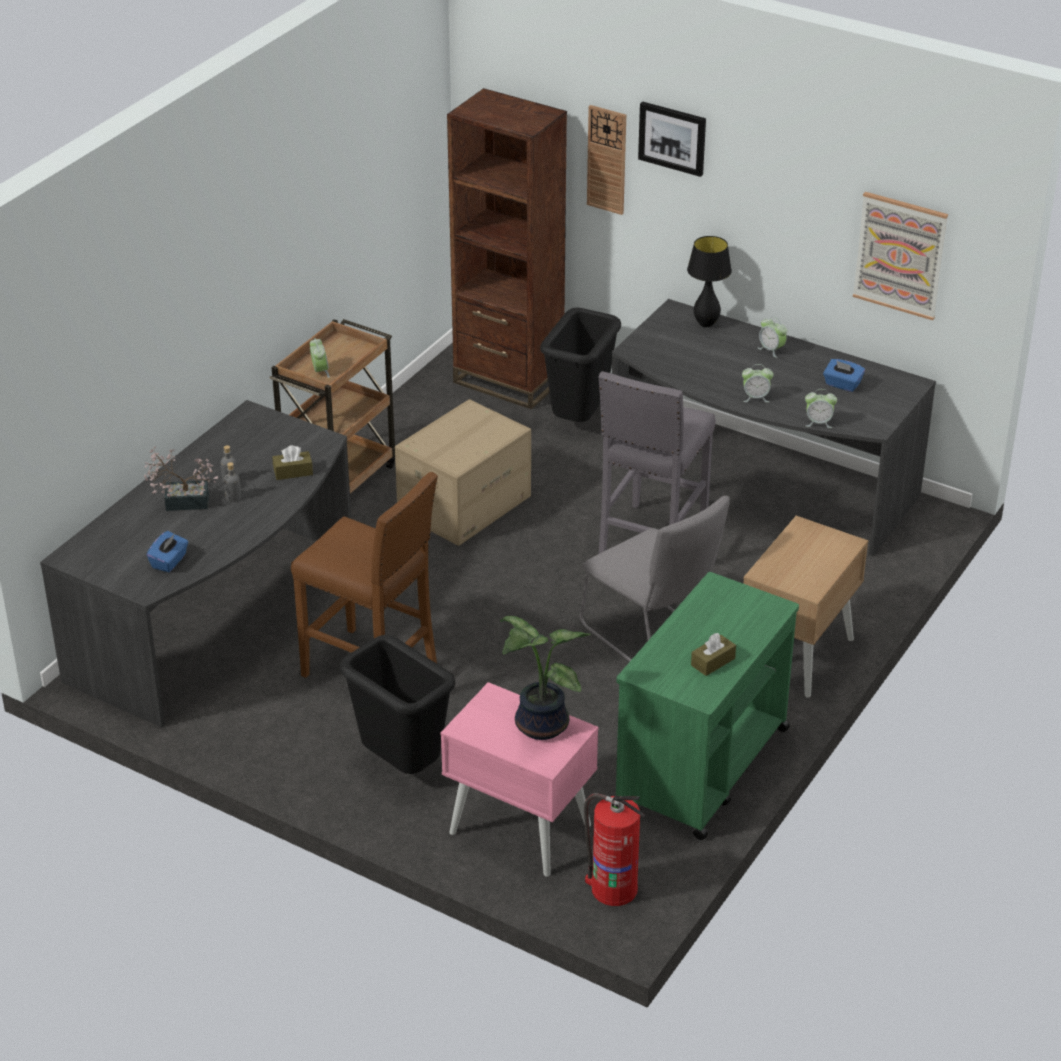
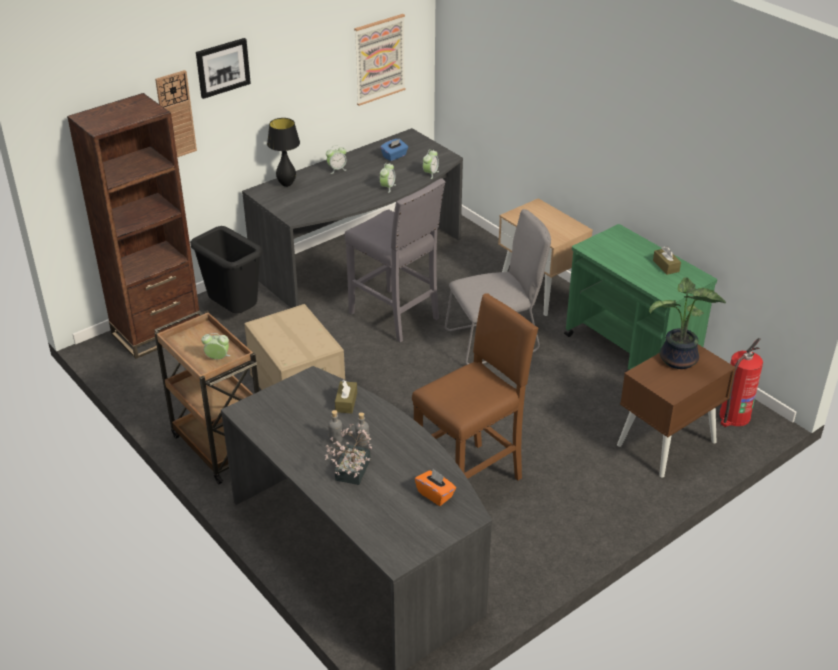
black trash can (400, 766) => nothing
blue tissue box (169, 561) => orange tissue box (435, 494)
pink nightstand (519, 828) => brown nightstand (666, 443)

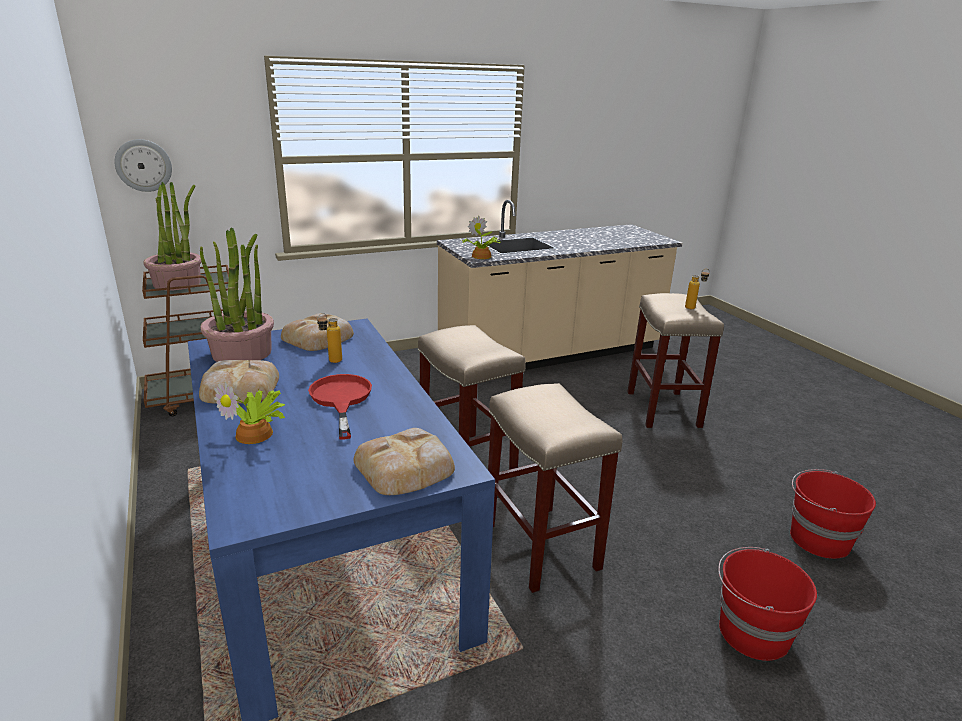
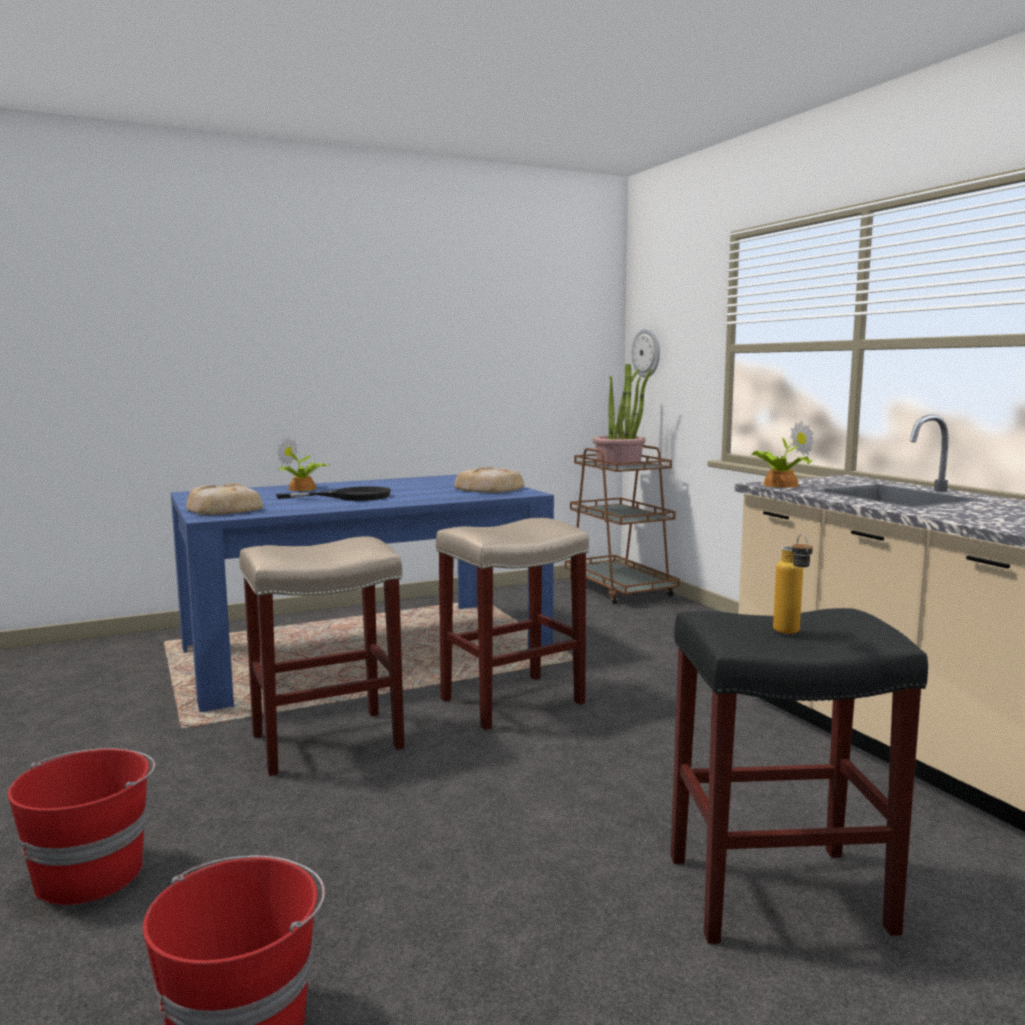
bread (239, 388) => nothing
potted plant (242, 353) => nothing
bottle (331, 362) => nothing
red frying pan (341, 399) => black frying pan (351, 497)
beige stool (664, 410) => black stool (775, 894)

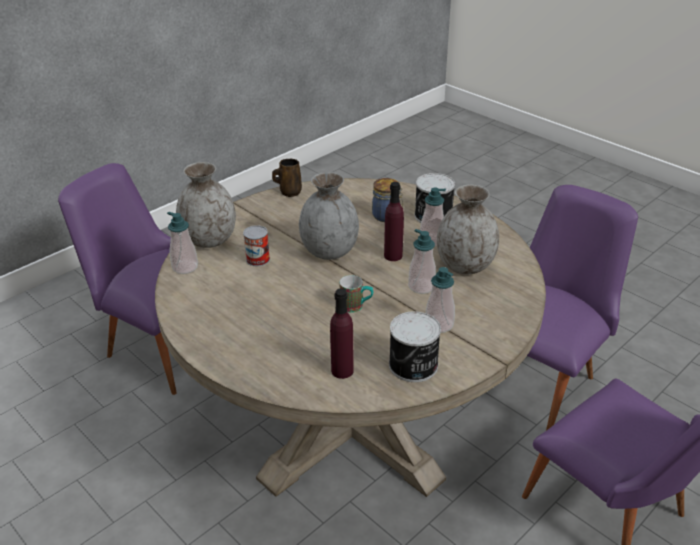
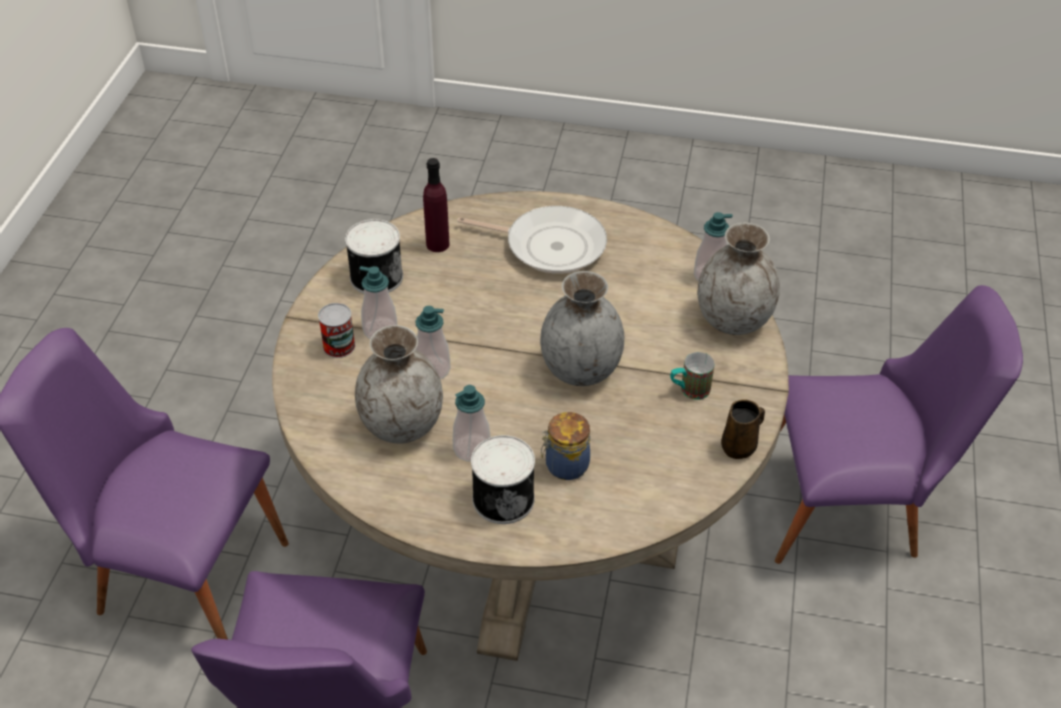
purple bottle (393, 255) => nothing
nothing => frying pan (550, 245)
can (258, 259) => can (339, 346), shifted
mug (356, 306) => mug (689, 390), shifted

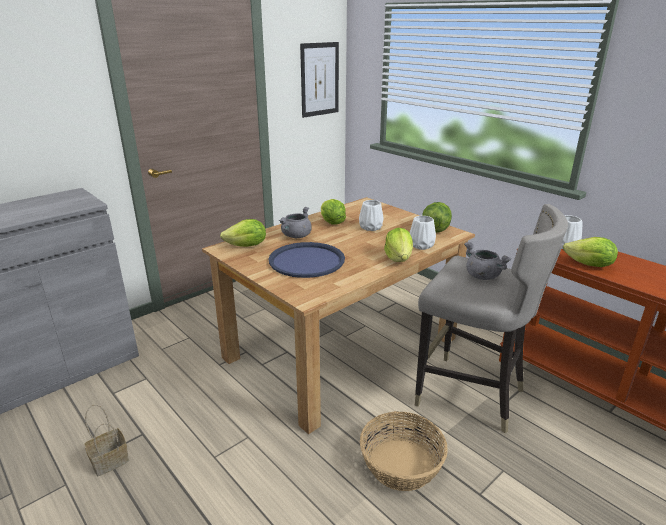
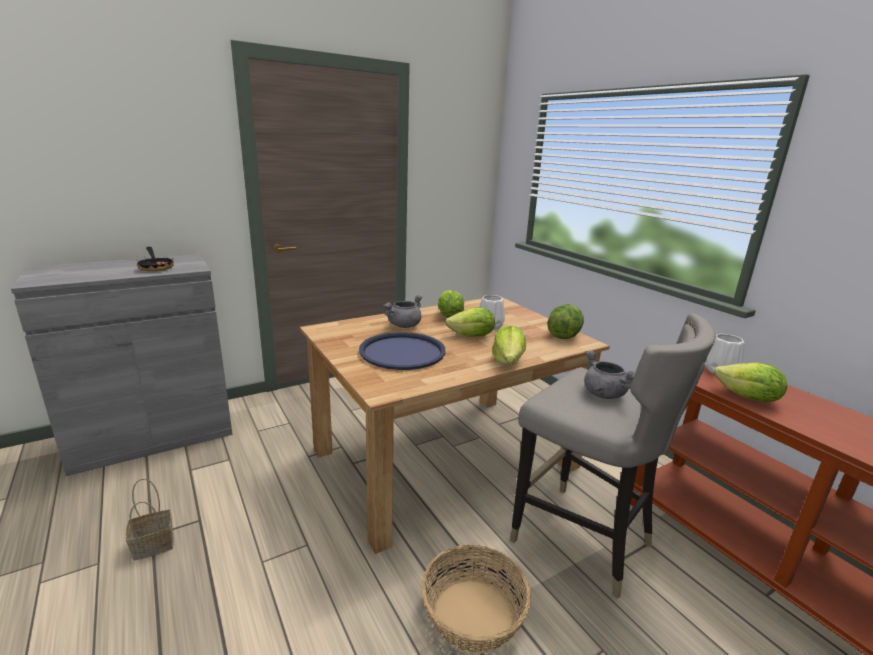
picture (319, 79) => nothing
white vase (422, 245) => nothing
nothing => frying pan (156, 267)
lettuce (247, 246) => lettuce (472, 336), shifted

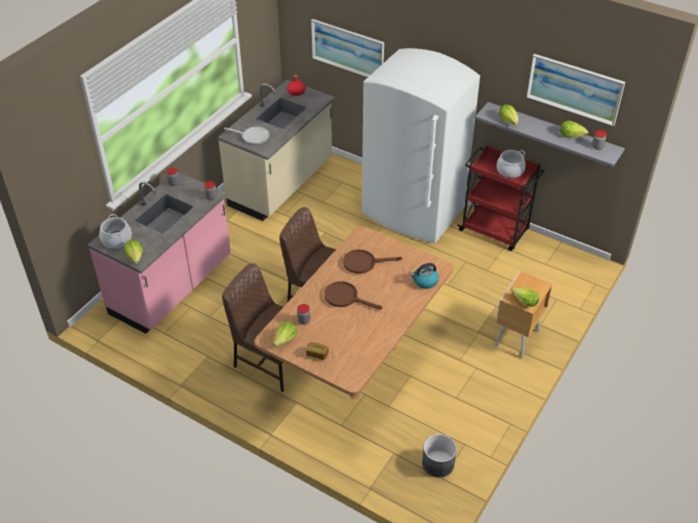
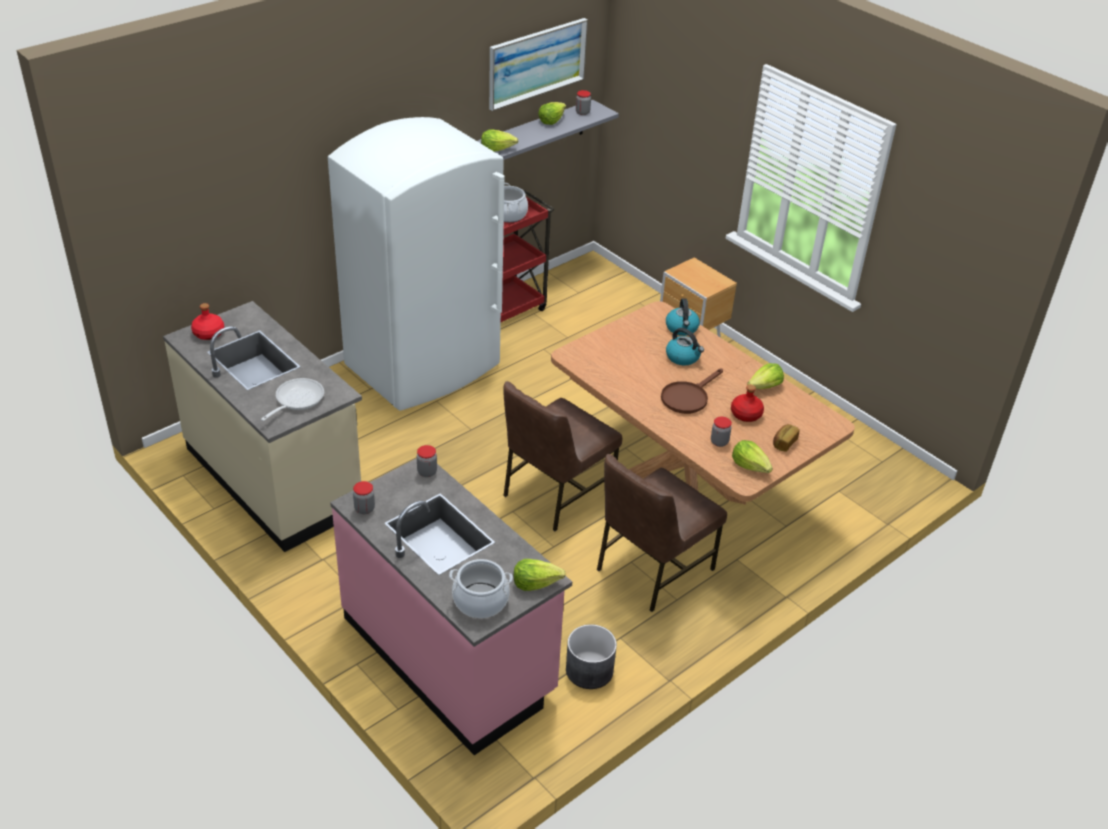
picture (347, 49) => nothing
brown frying pan (364, 263) => nothing
nothing => kettle (683, 357)
nothing => red bottle (745, 414)
grey planter (437, 463) => grey planter (589, 670), shifted
lettuce (524, 302) => lettuce (765, 387), shifted

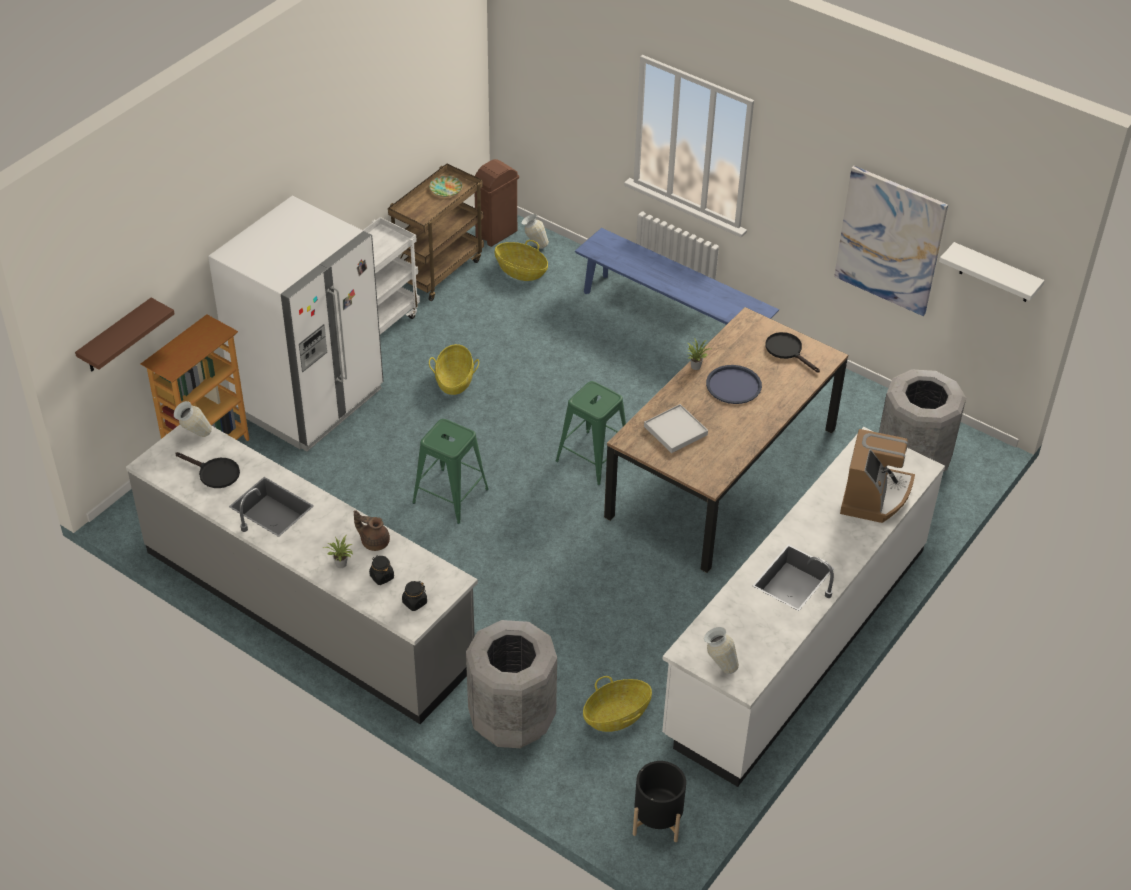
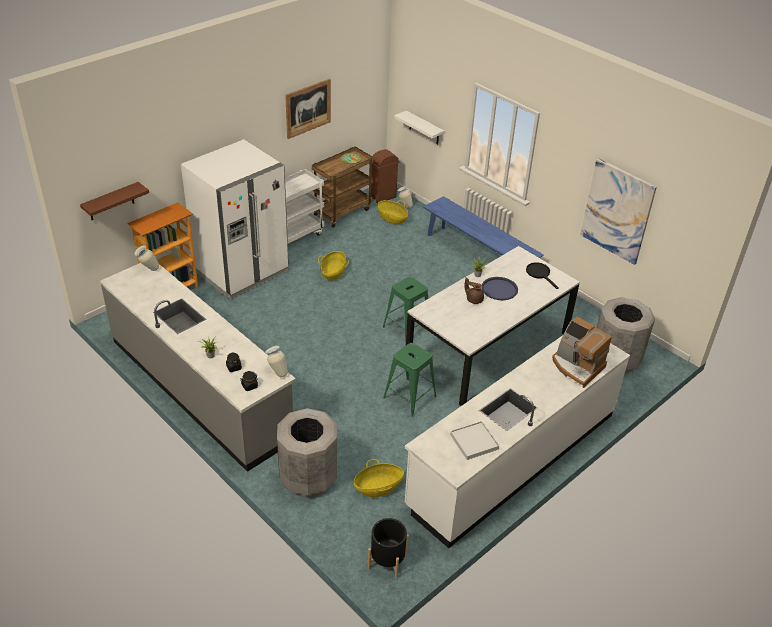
black frying pan (214, 473) => nothing
nothing => picture (308, 108)
brown teapot (374, 541) => brown teapot (474, 299), shifted
green stool (451, 496) => green stool (410, 397), shifted
white tray (675, 431) => white tray (474, 442), shifted
vase (719, 665) => vase (277, 372), shifted
white shelf (995, 273) => white shelf (424, 128), shifted
brown dining table (722, 471) => white dining table (488, 347)
coffee machine (874, 495) => coffee machine (577, 366), 105 degrees clockwise

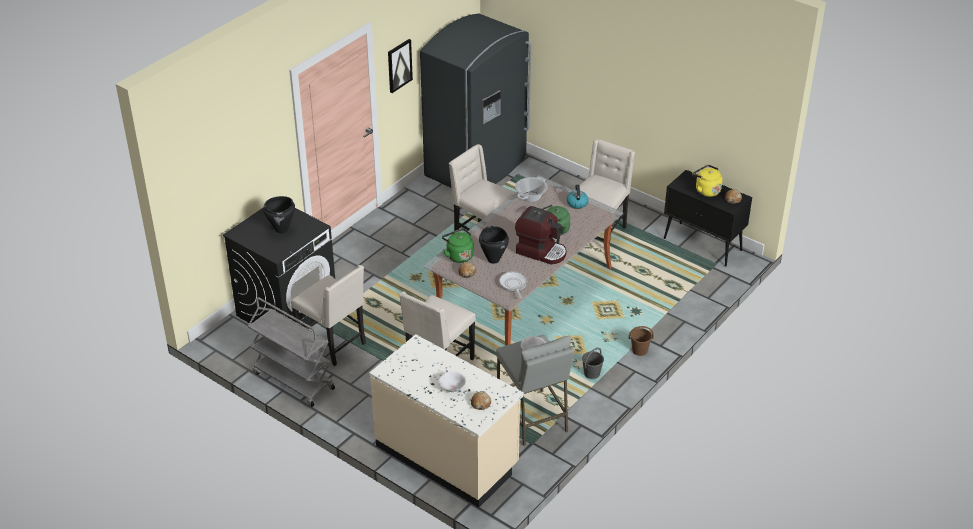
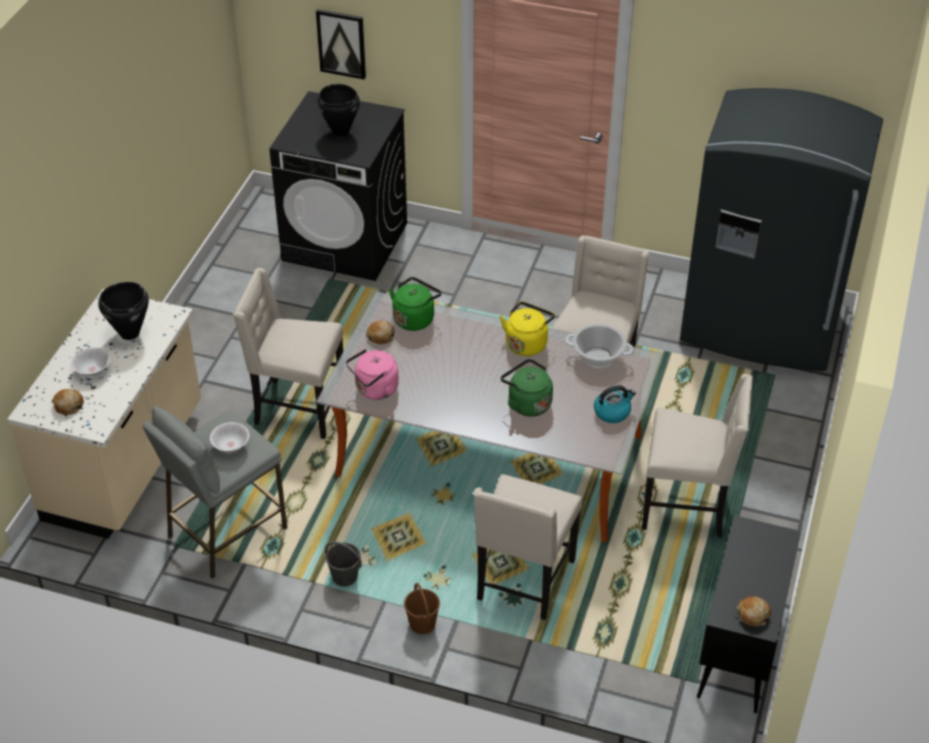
grey cart (293, 381) => nothing
coffee machine (541, 251) => nothing
beige chair (333, 344) => beige chair (523, 581), shifted
picture (399, 65) => picture (341, 43), shifted
black cooking pot (493, 260) => black cooking pot (129, 333), shifted
yellow kettle (706, 190) => yellow kettle (527, 343), shifted
frying pan (513, 284) => pink kettle (374, 390)

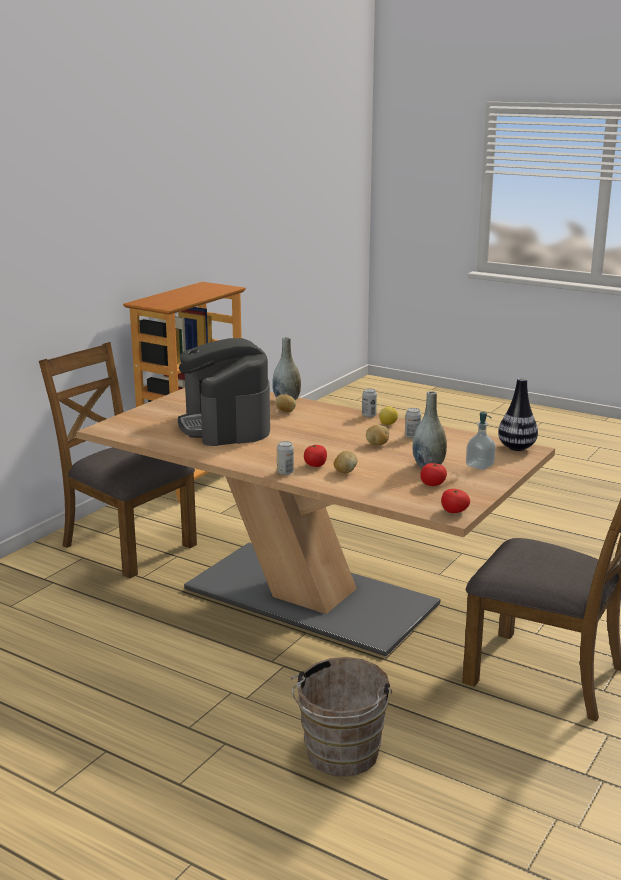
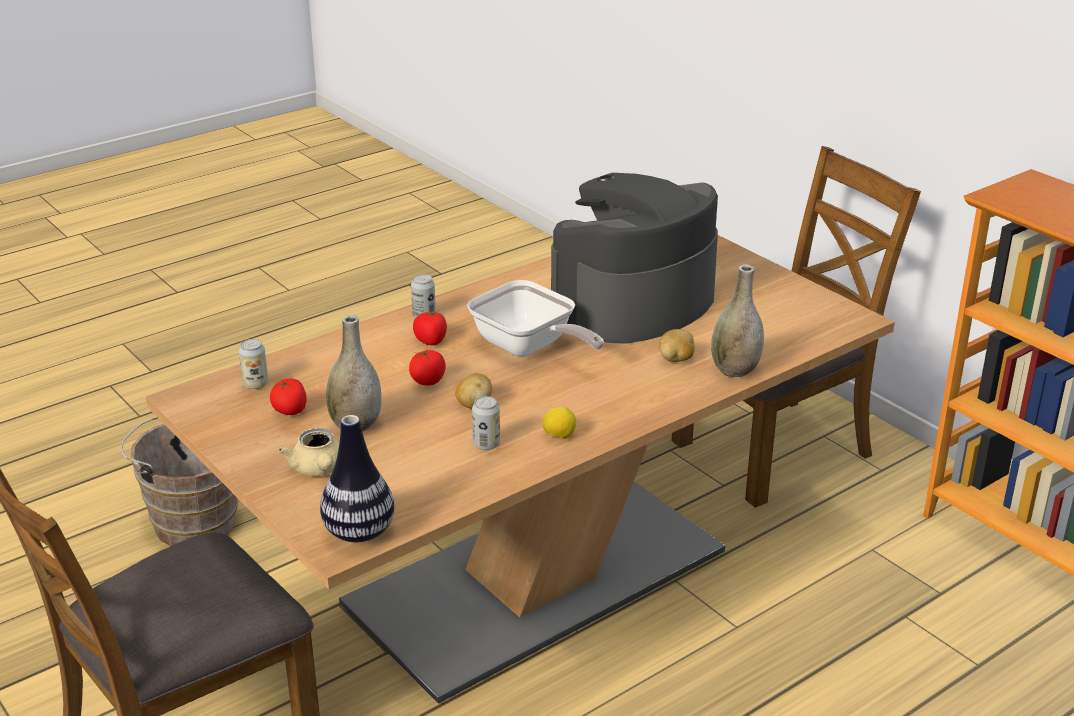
potato (345, 472) => nothing
nothing => frying pan (529, 348)
can (369, 415) => can (255, 384), shifted
tomato (454, 511) => tomato (428, 381), shifted
soap dispenser (479, 465) => beige teapot (318, 470)
coffee machine (225, 426) => coffee machine (633, 304), 45 degrees counterclockwise

